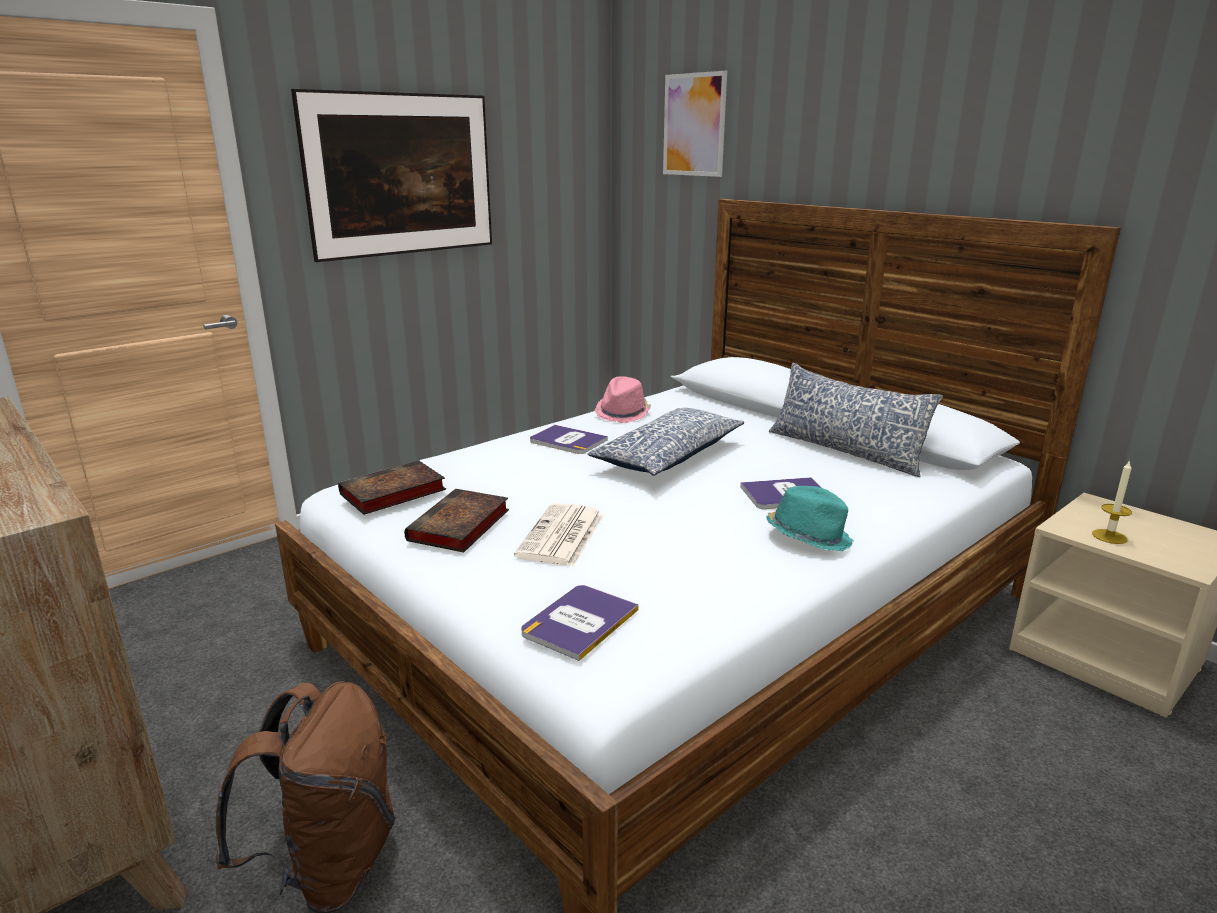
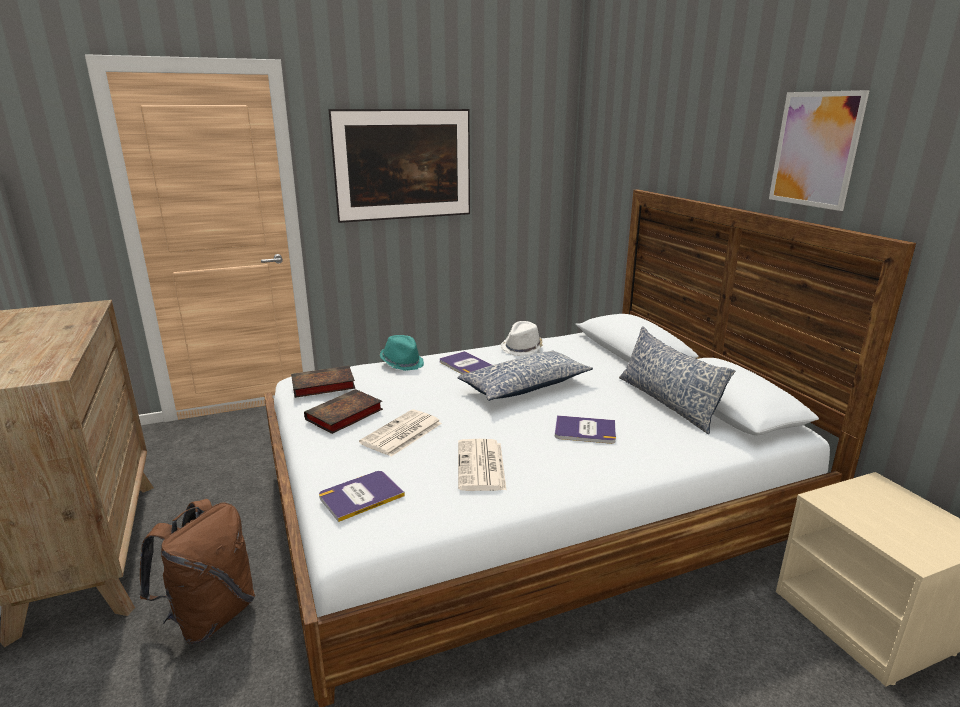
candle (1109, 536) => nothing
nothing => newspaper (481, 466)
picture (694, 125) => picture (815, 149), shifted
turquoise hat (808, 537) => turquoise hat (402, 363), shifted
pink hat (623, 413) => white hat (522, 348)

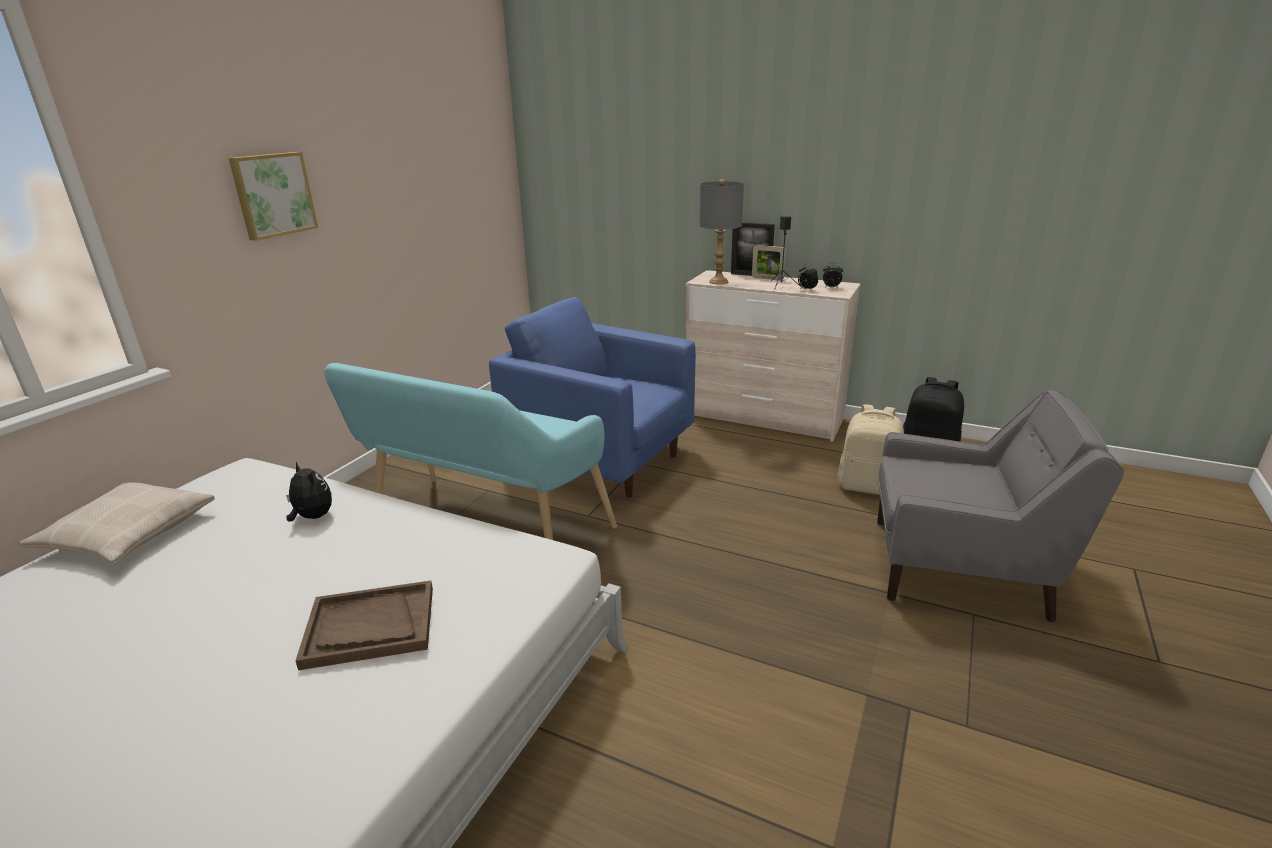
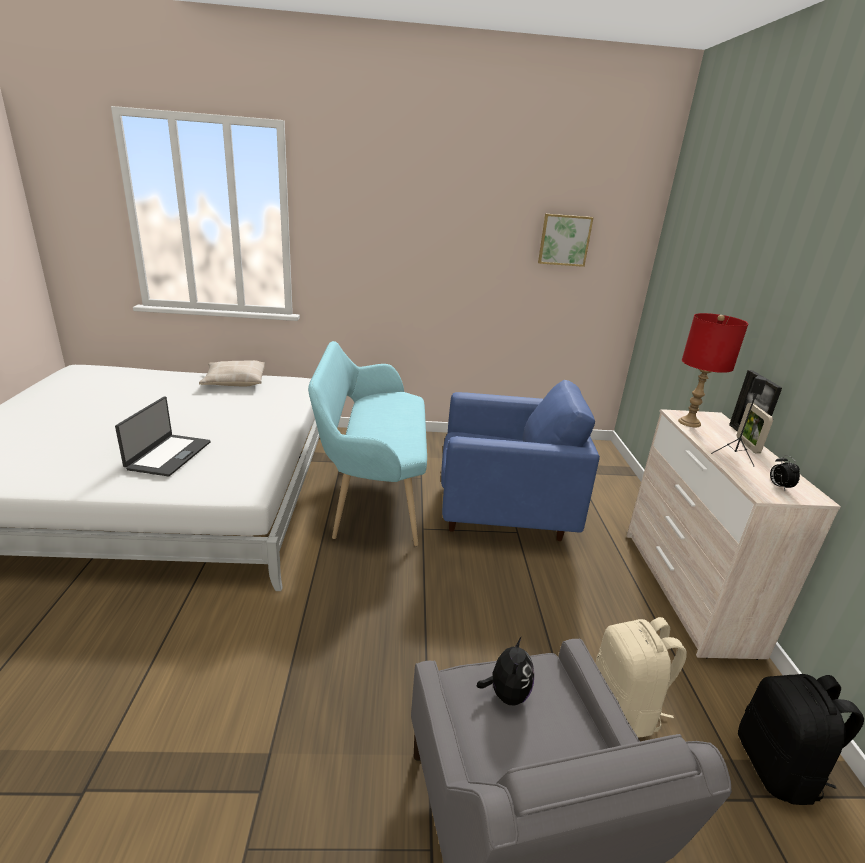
alarm clock (806, 290) => nothing
picture (273, 195) => picture (564, 240), shifted
plush toy (312, 517) => plush toy (506, 694), shifted
brown tray (370, 627) => laptop (168, 455)
grey table lamp (718, 282) => red table lamp (689, 422)
blue armchair (601, 460) => blue armchair (503, 513), 90 degrees clockwise

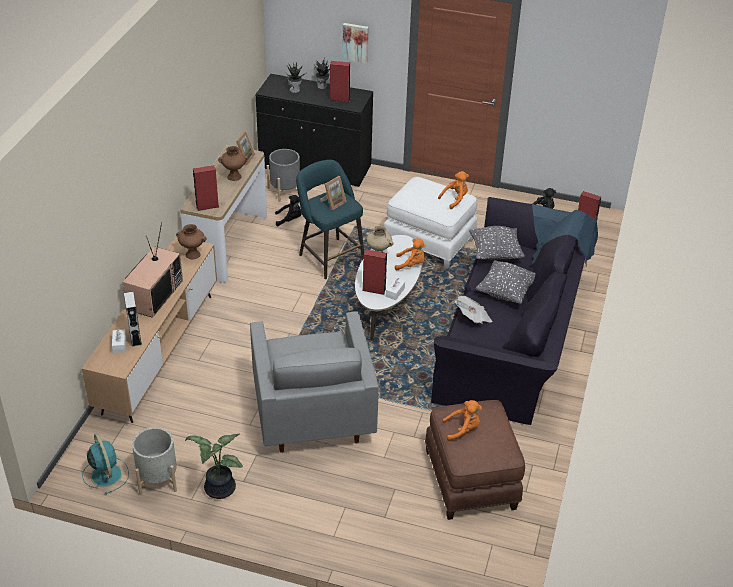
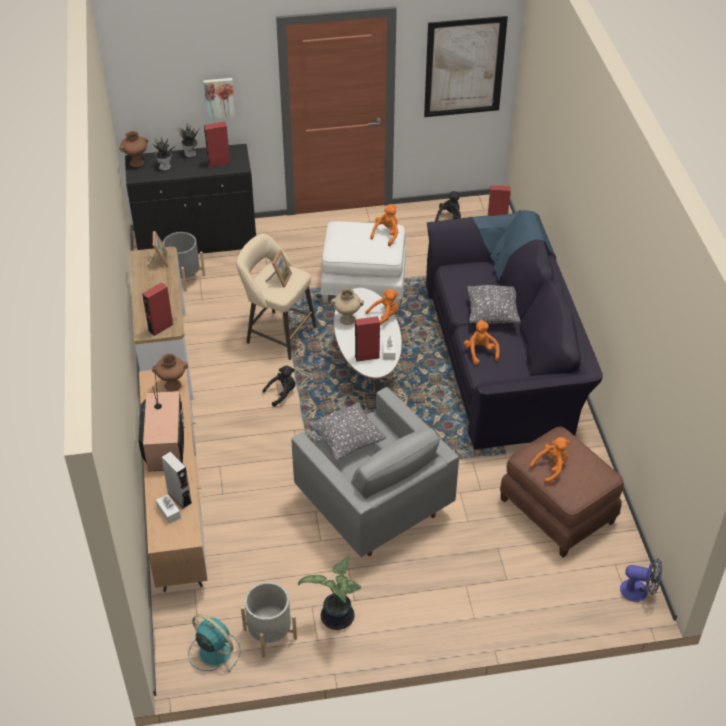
nothing => picture (464, 67)
nothing => fan (639, 591)
brown vase (234, 176) => brown vase (136, 162), shifted
black plush toy (290, 220) => black plush toy (282, 393), shifted
grey pillow (495, 254) => grey pillow (347, 441), shifted
newspaper (473, 318) => orange plush toy (480, 352)
turquoise stool (329, 256) => beige stool (278, 334)

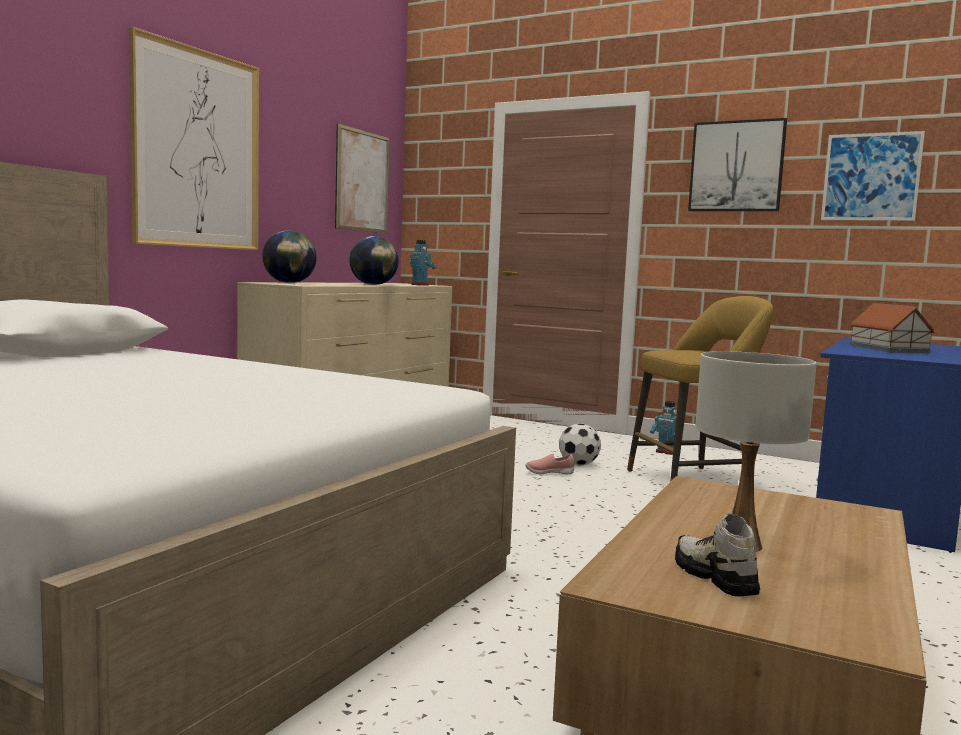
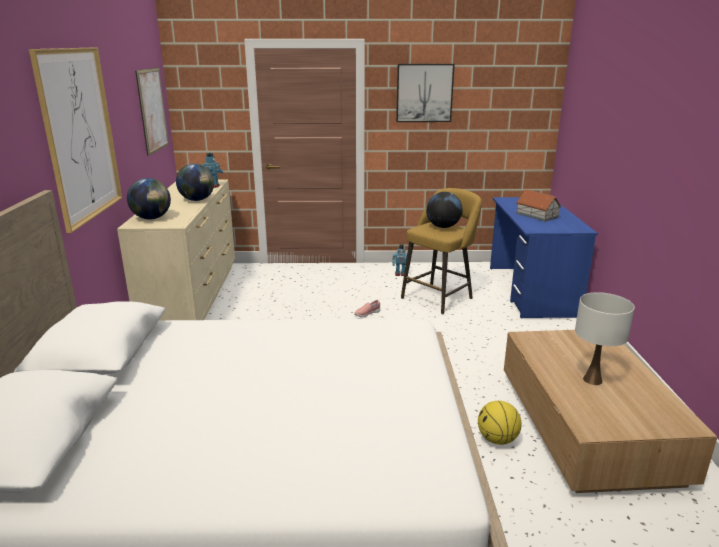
football (578, 464) => nothing
shoe (714, 577) => nothing
picture (871, 177) => nothing
nothing => globe (443, 227)
nothing => basketball (497, 439)

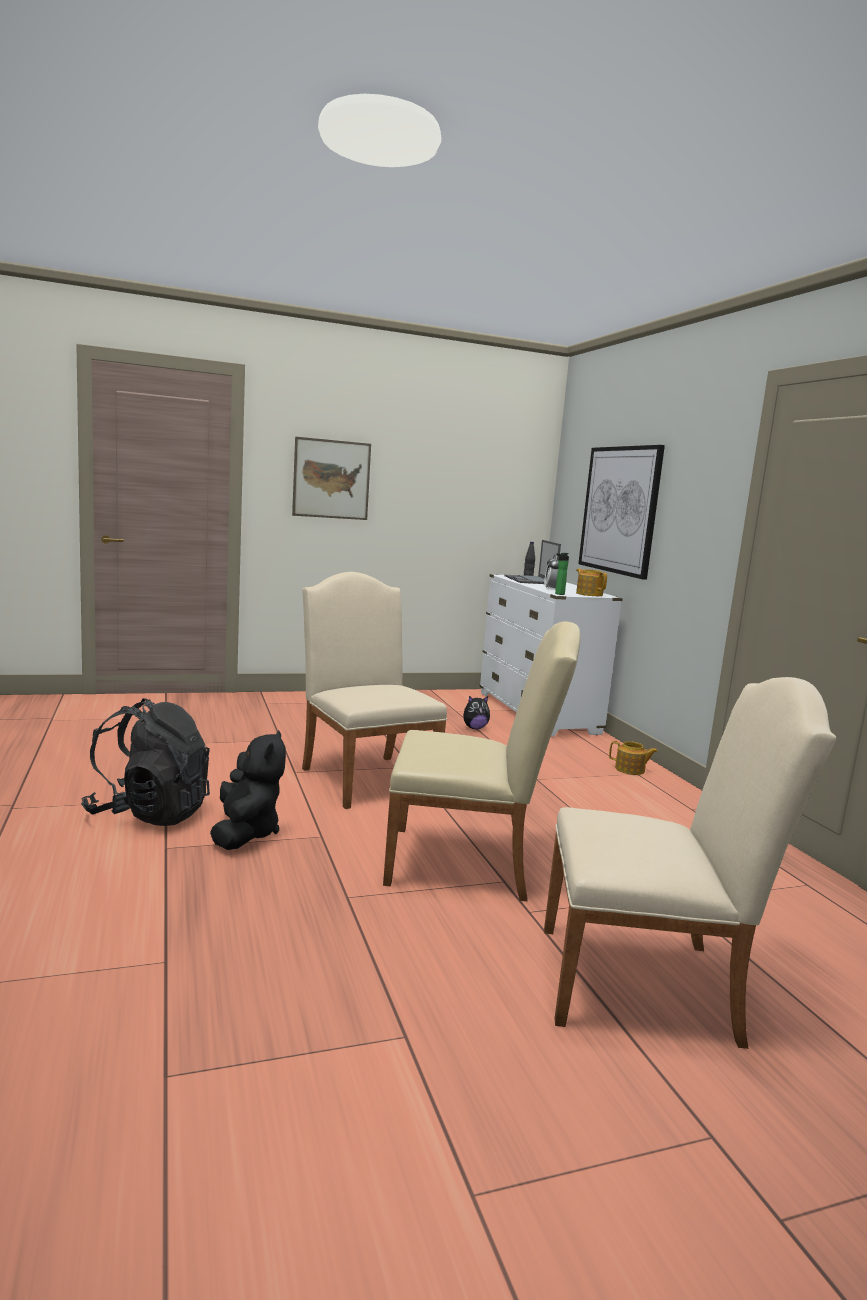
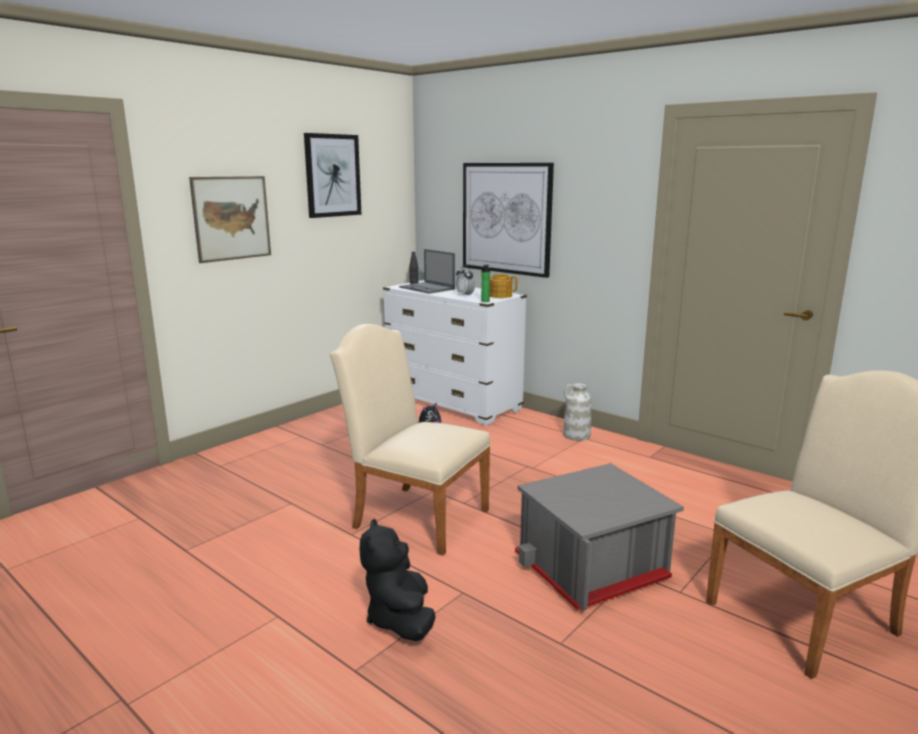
black backpack (149, 813) => nothing
nothing => picture (332, 175)
beige chair (470, 863) => grey storage box (594, 567)
teapot (630, 770) => white vase (576, 436)
black plush toy (245, 833) => black plush toy (400, 619), 150 degrees counterclockwise

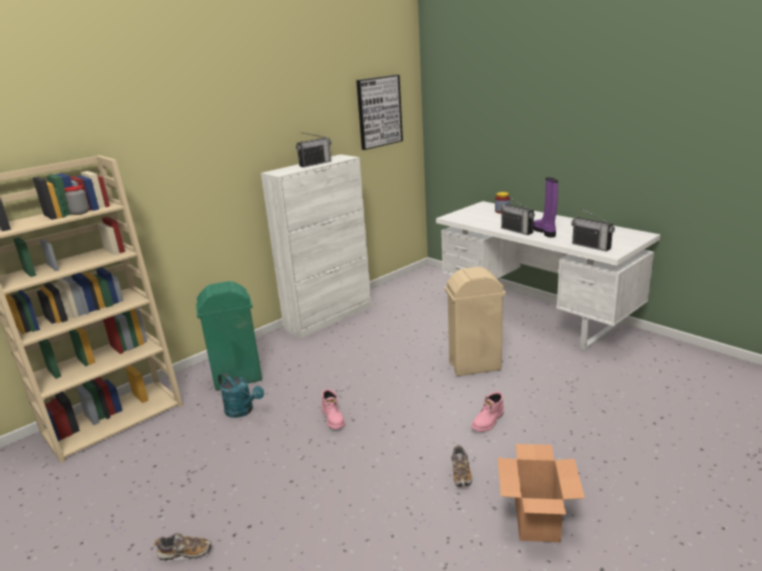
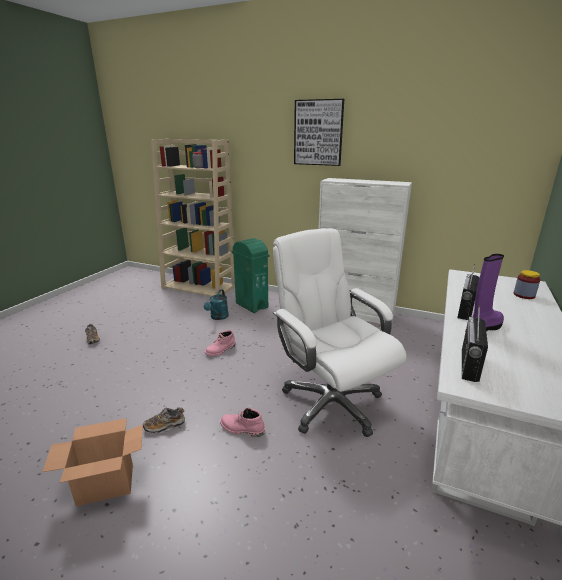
radio (315, 164) => nothing
picture (379, 111) => picture (318, 133), shifted
beige trash can (474, 366) => white office chair (331, 402)

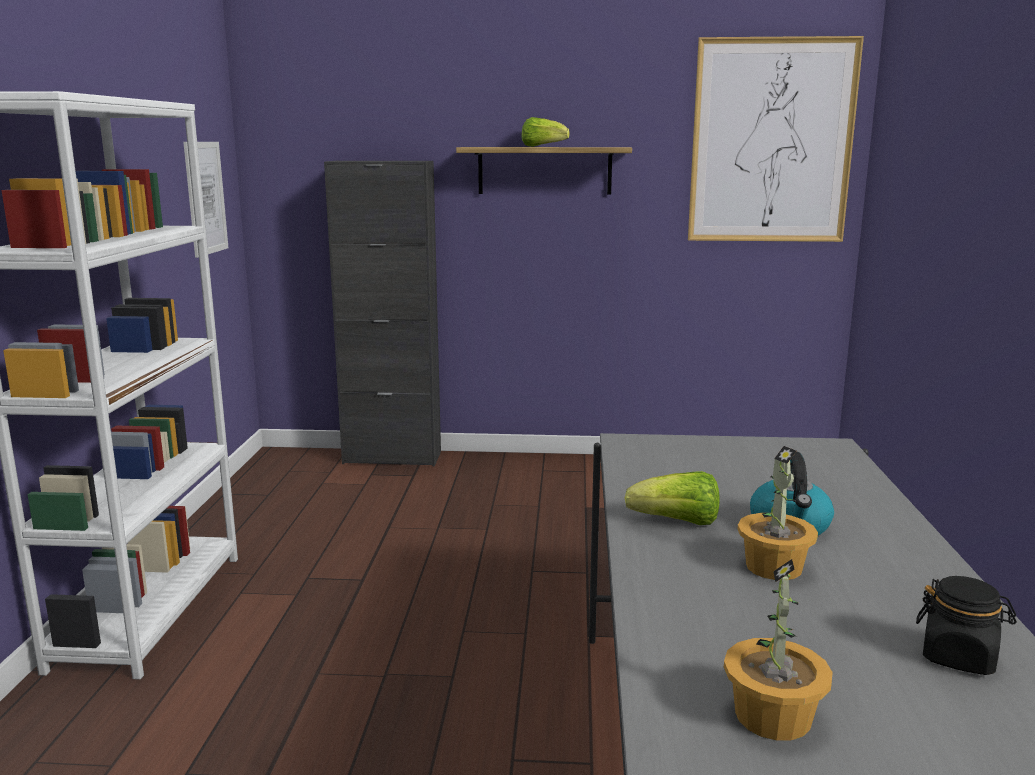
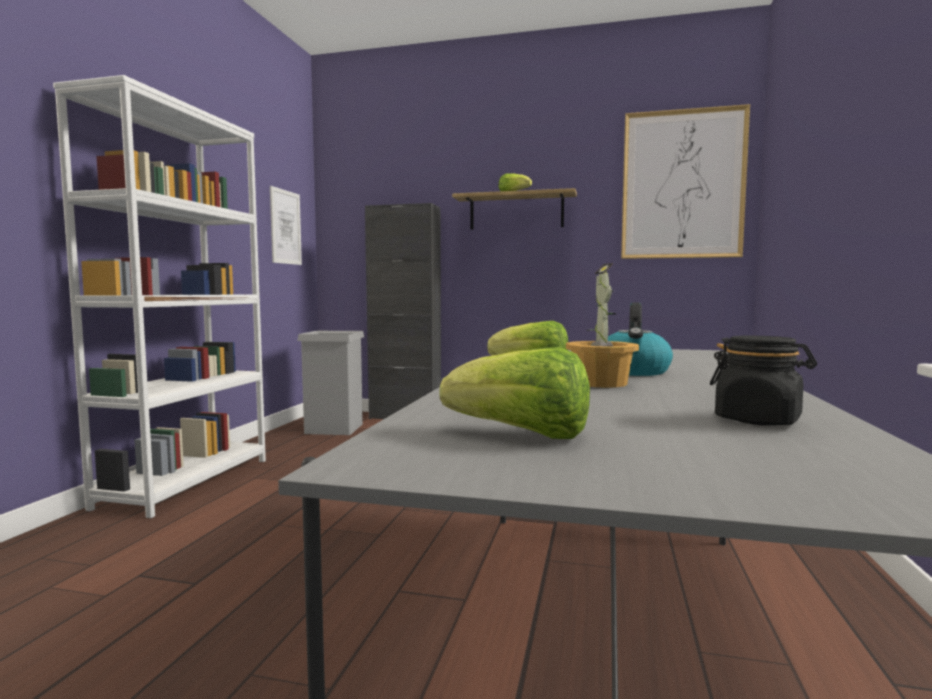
nothing => grey trash can (334, 428)
potted plant (774, 716) => lettuce (522, 435)

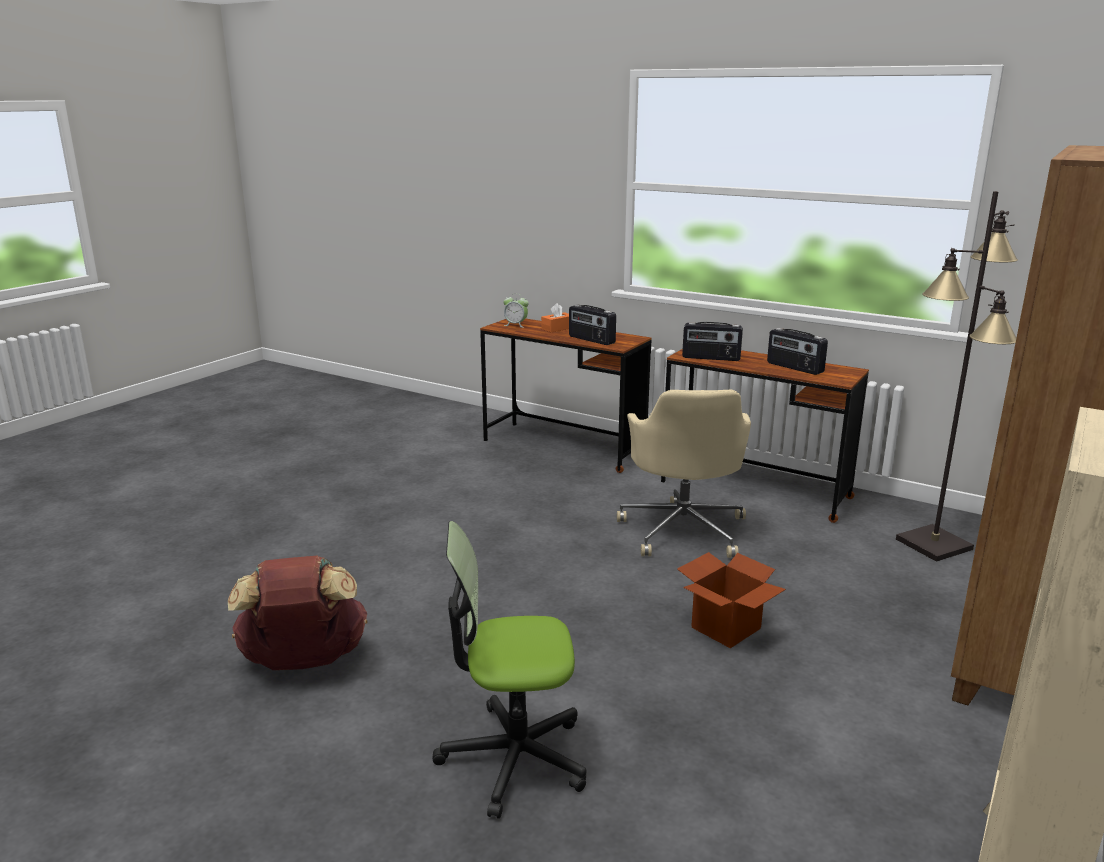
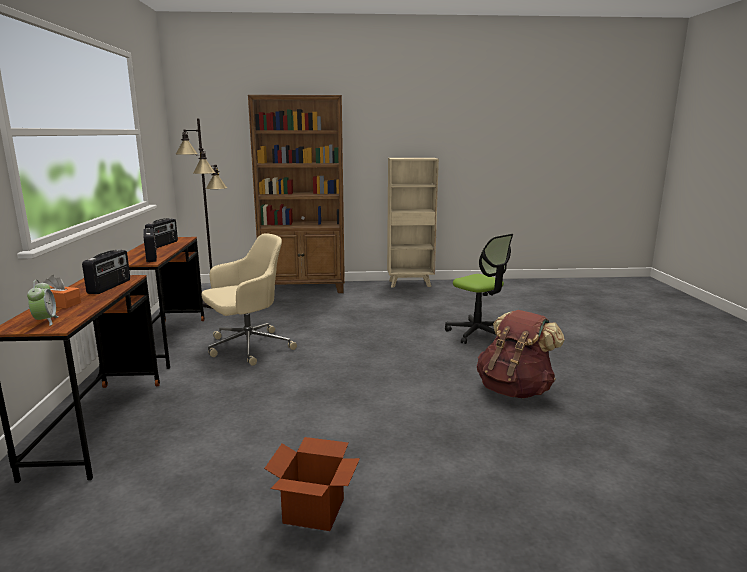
cardboard box (726, 627) => cardboard box (313, 511), shifted

